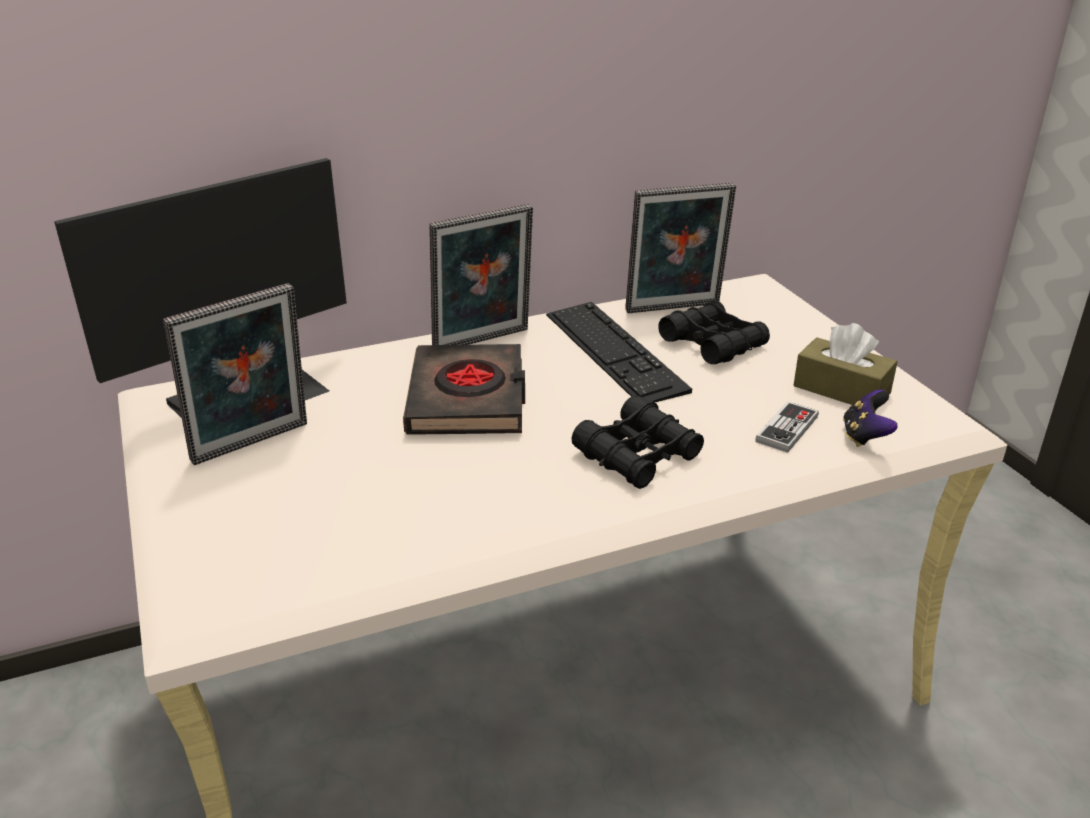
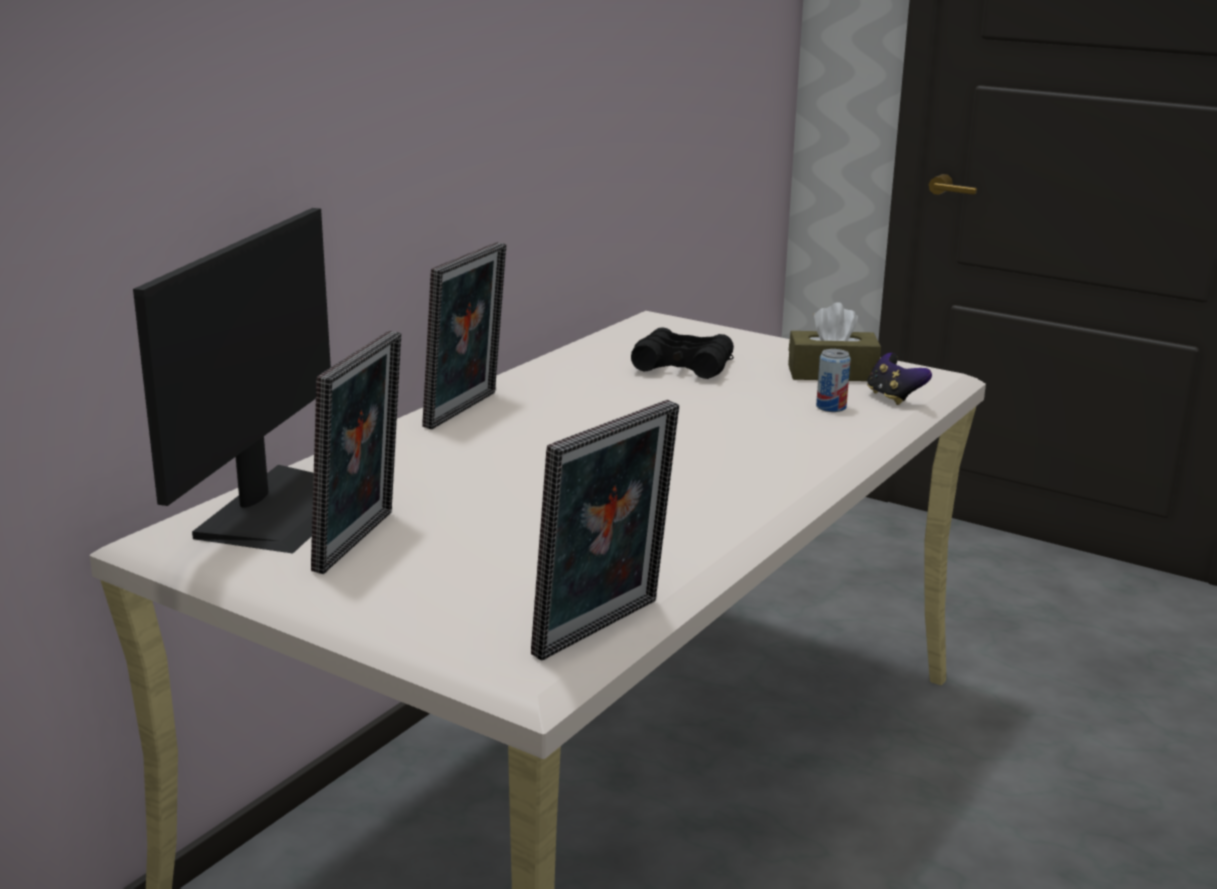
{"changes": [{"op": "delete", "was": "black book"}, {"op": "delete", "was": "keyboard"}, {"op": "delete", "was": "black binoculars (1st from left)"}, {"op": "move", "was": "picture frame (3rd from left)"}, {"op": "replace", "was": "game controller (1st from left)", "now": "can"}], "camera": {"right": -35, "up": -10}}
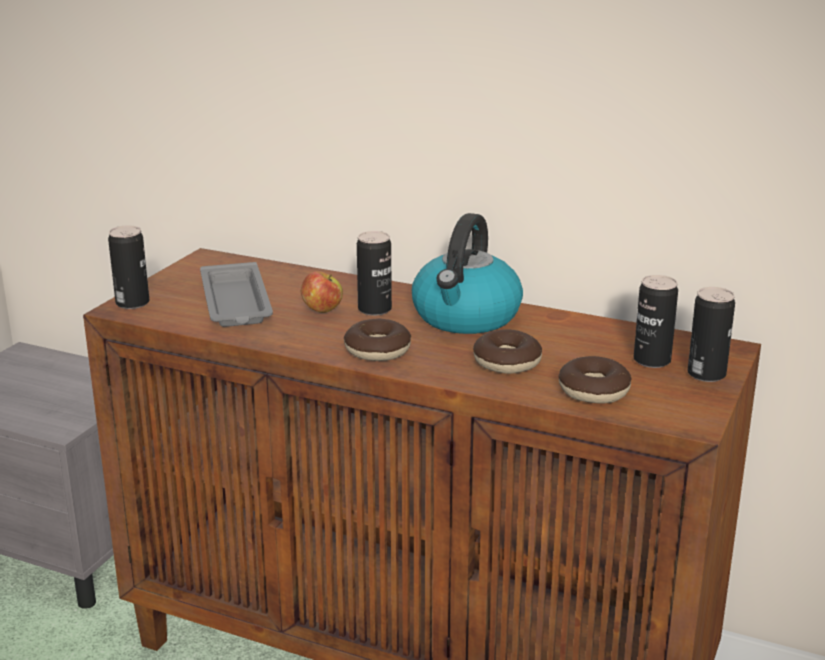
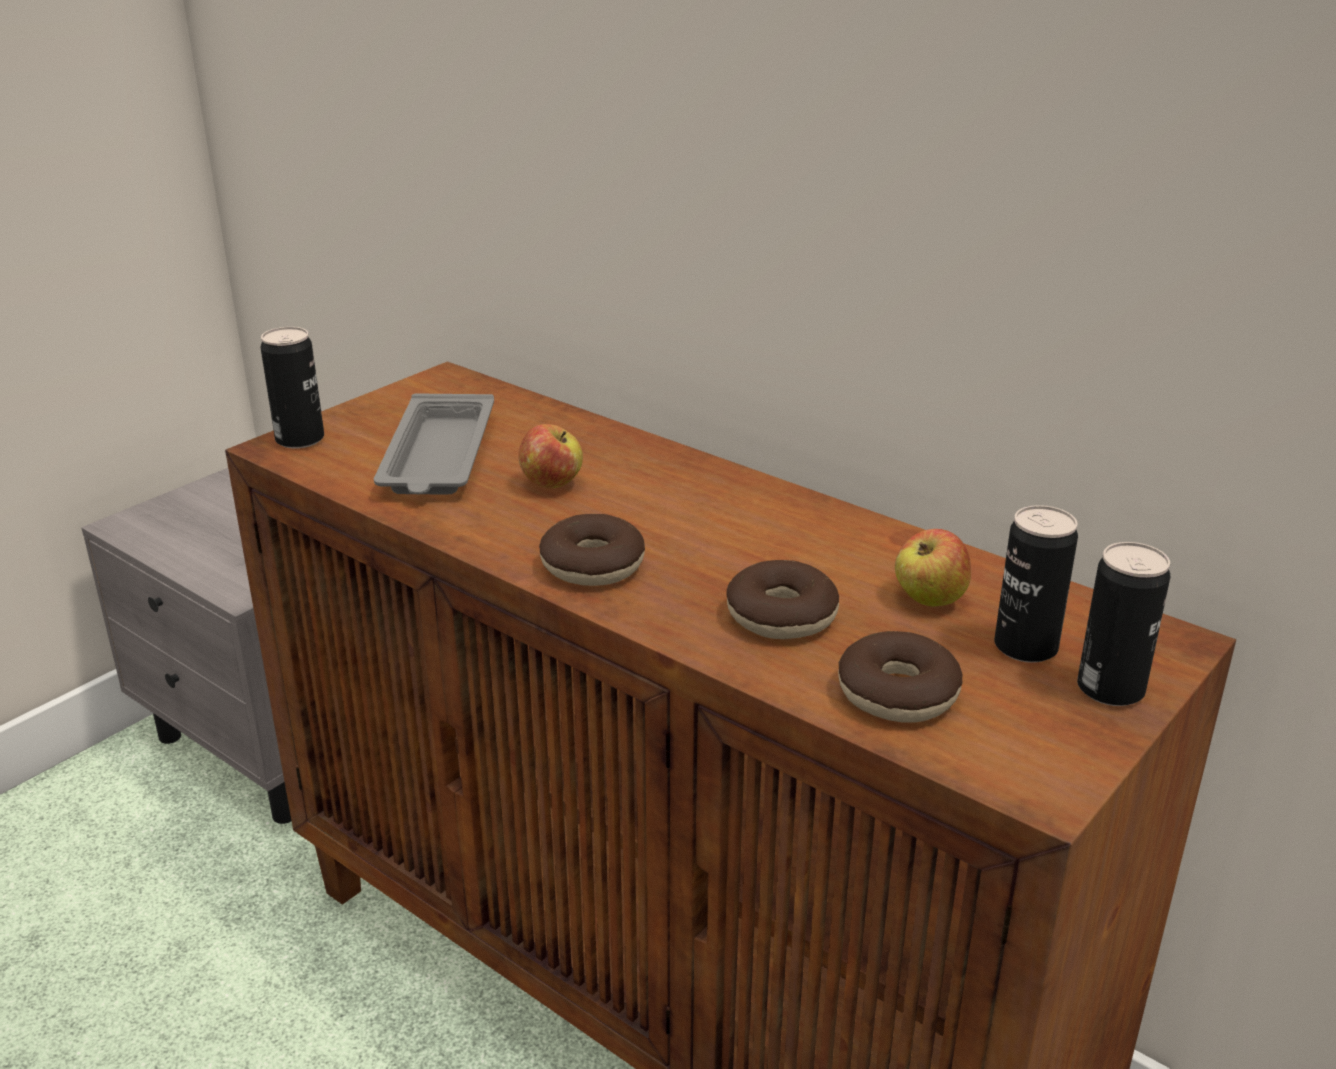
{"changes": [{"op": "delete", "was": "can (2nd from left)"}, {"op": "delete", "was": "kettle"}, {"op": "insert", "now": "apple (2nd from left)"}], "camera": {"right": 15, "up": 5}}
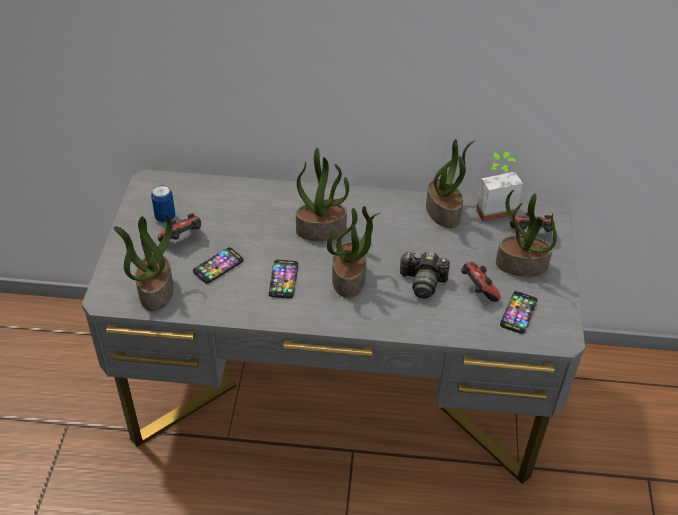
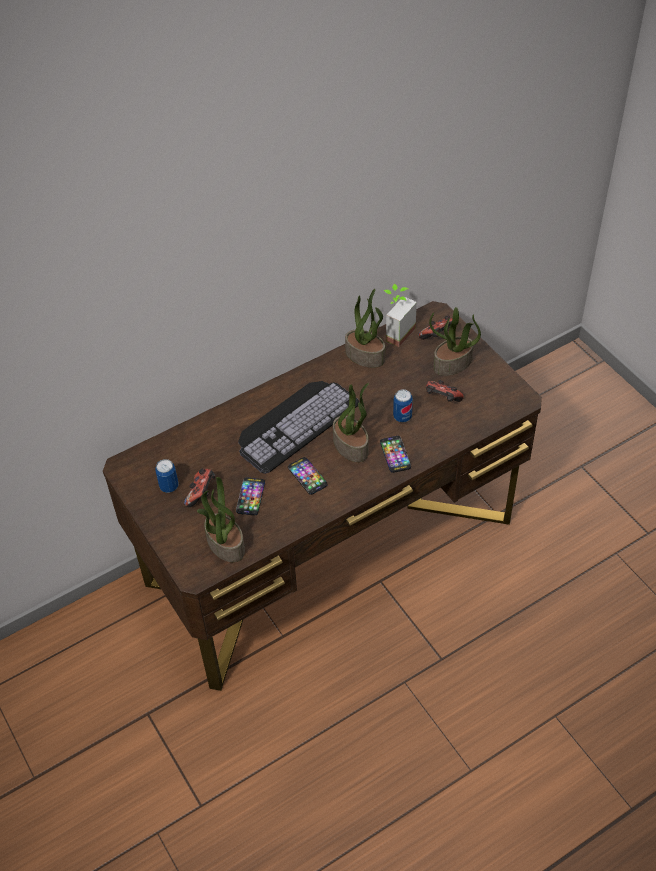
{"changes": [{"op": "recolor", "was": "grey desk", "now": "brown desk"}, {"op": "replace", "was": "potted plant (2nd from left)", "now": "keyboard"}, {"op": "replace", "was": "photo camera", "now": "can (2nd from left)"}, {"op": "move", "was": "phone (3rd from left)"}], "camera": {"right": -35, "up": 5}}
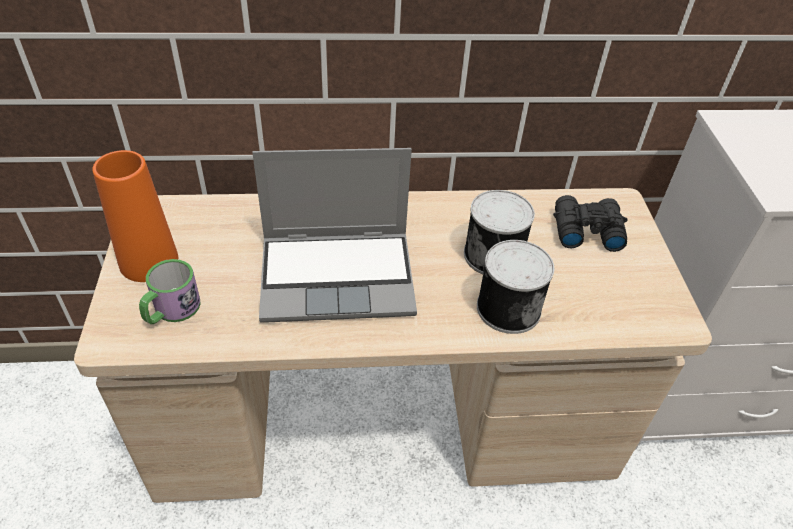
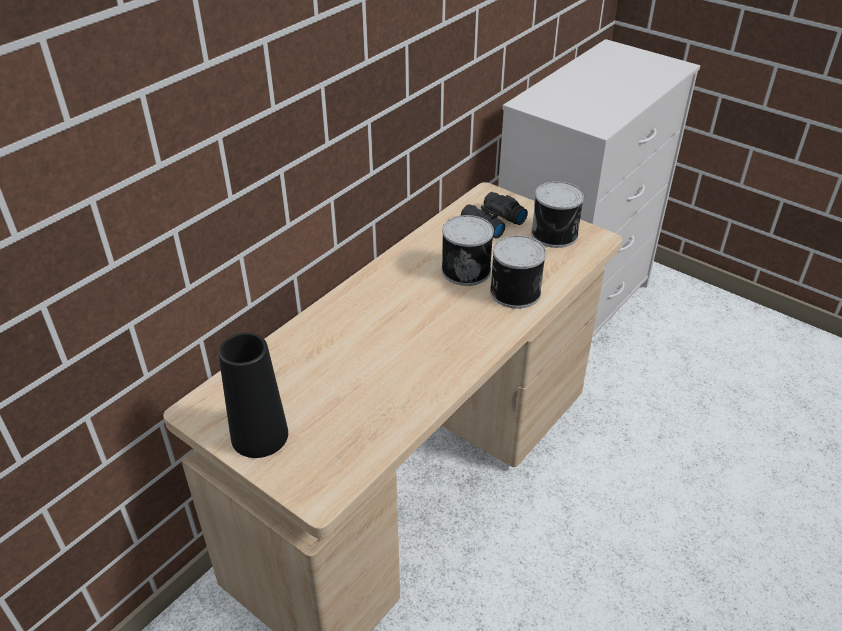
{"changes": [{"op": "recolor", "was": "orange vase", "now": "black vase"}, {"op": "delete", "was": "mug"}, {"op": "delete", "was": "laptop"}, {"op": "insert", "now": "can (3rd from left)"}], "camera": {"right": -45, "up": -5}}
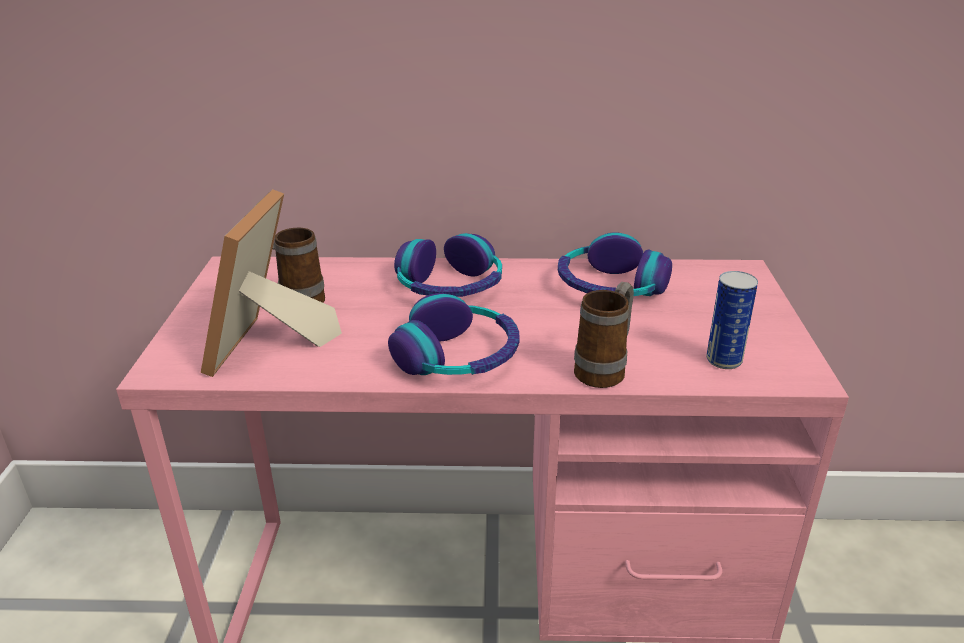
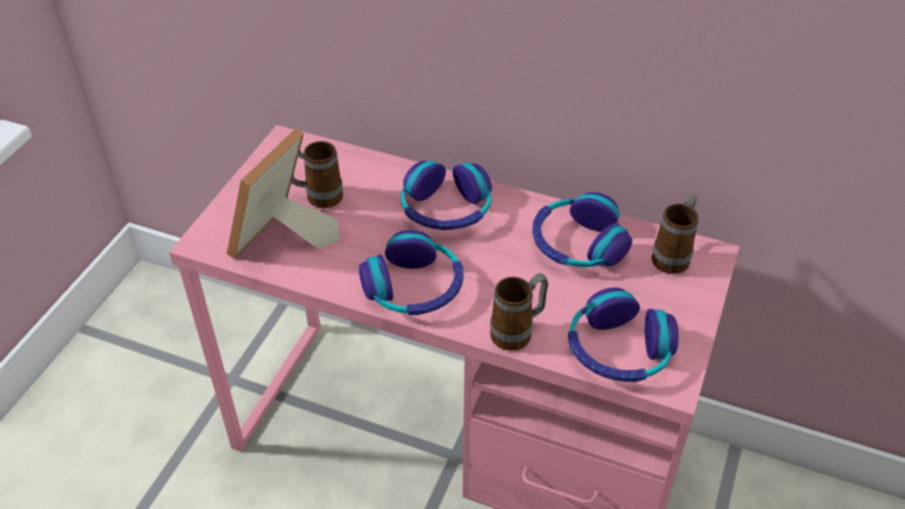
{"changes": [{"op": "replace", "was": "can", "now": "headphones (4th from left)"}, {"op": "insert", "now": "mug (3rd from left)"}], "camera": {"right": 20, "up": 15}}
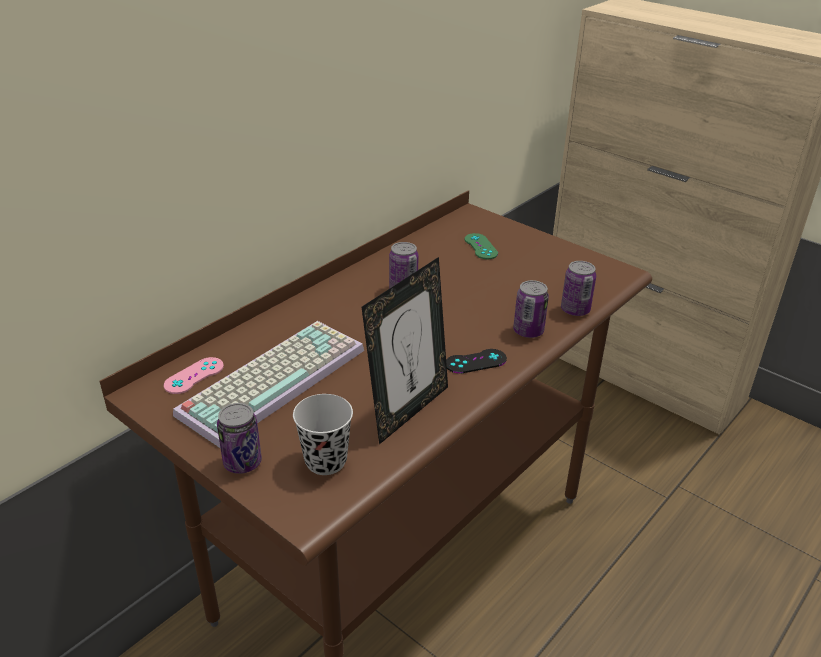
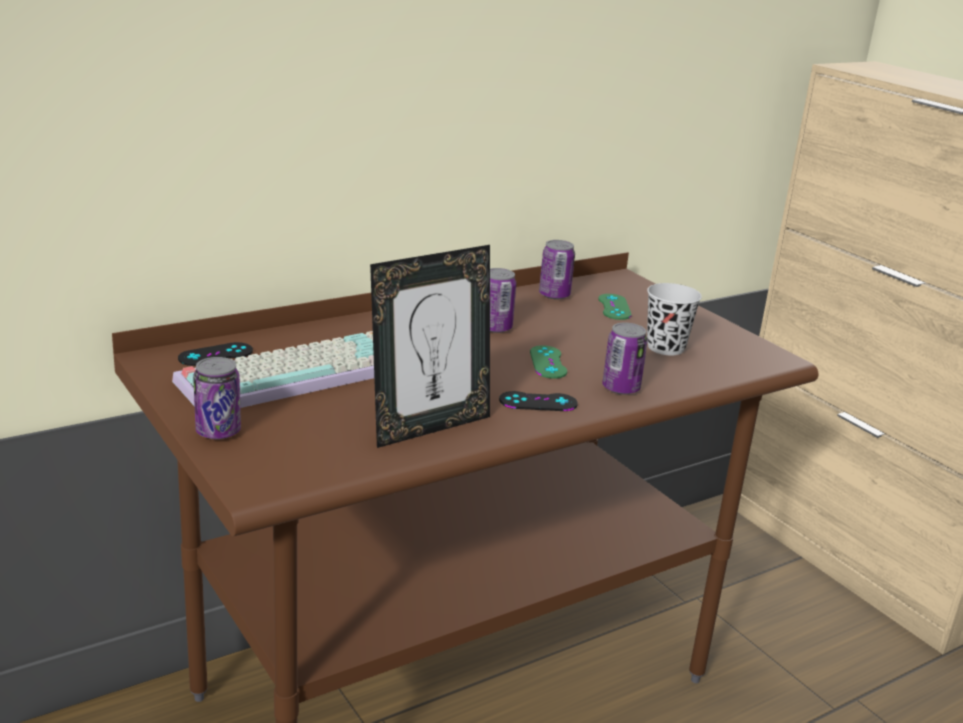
{"changes": [{"op": "recolor", "was": "pink game controller", "now": "black game controller (1st from left)"}, {"op": "move", "was": "black cup"}, {"op": "move", "was": "can (4th from left in the first image)", "now": "can (3rd from left)"}, {"op": "insert", "now": "green game controller (1st from left)"}], "camera": {"right": 15, "up": -10}}
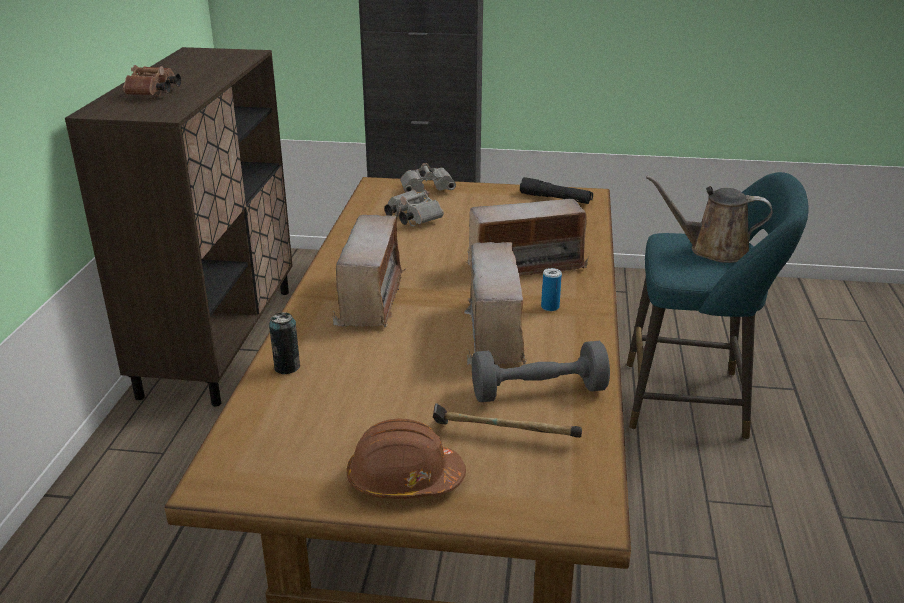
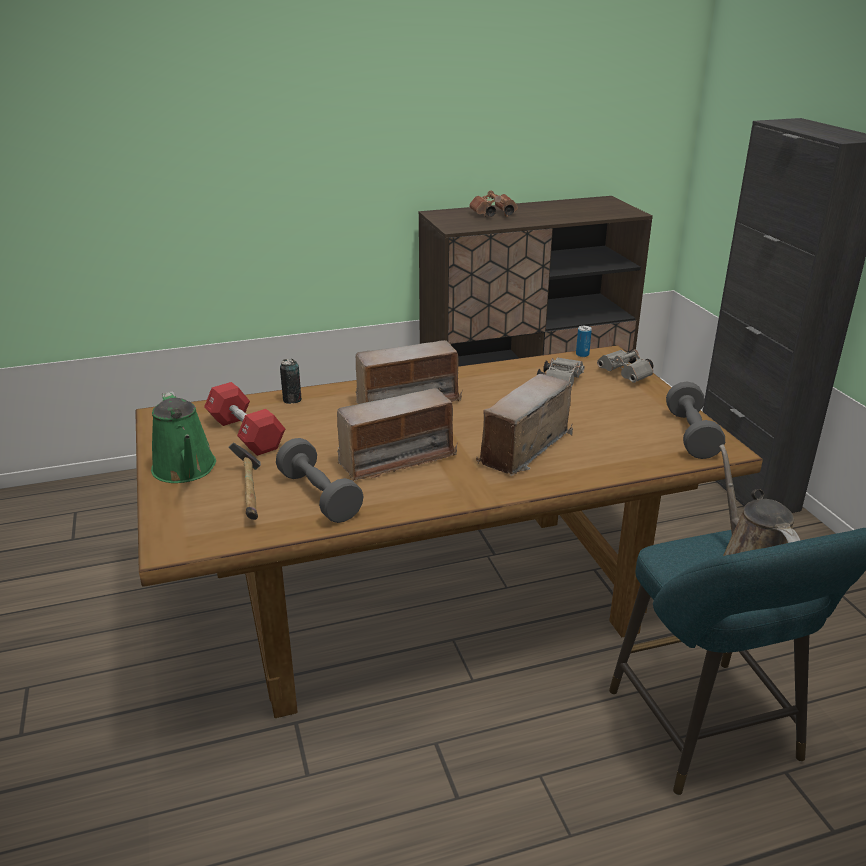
{"changes": [{"op": "replace", "was": "brown hard hat", "now": "green watering can"}, {"op": "rotate", "was": "radio (3rd from left)", "clockwise": 75}, {"op": "replace", "was": "black flashlight", "now": "grey dumbbell (2nd from left)"}, {"op": "move", "was": "can (2nd from left)"}, {"op": "insert", "now": "red dumbbell"}], "camera": {"right": 65, "up": 0}}
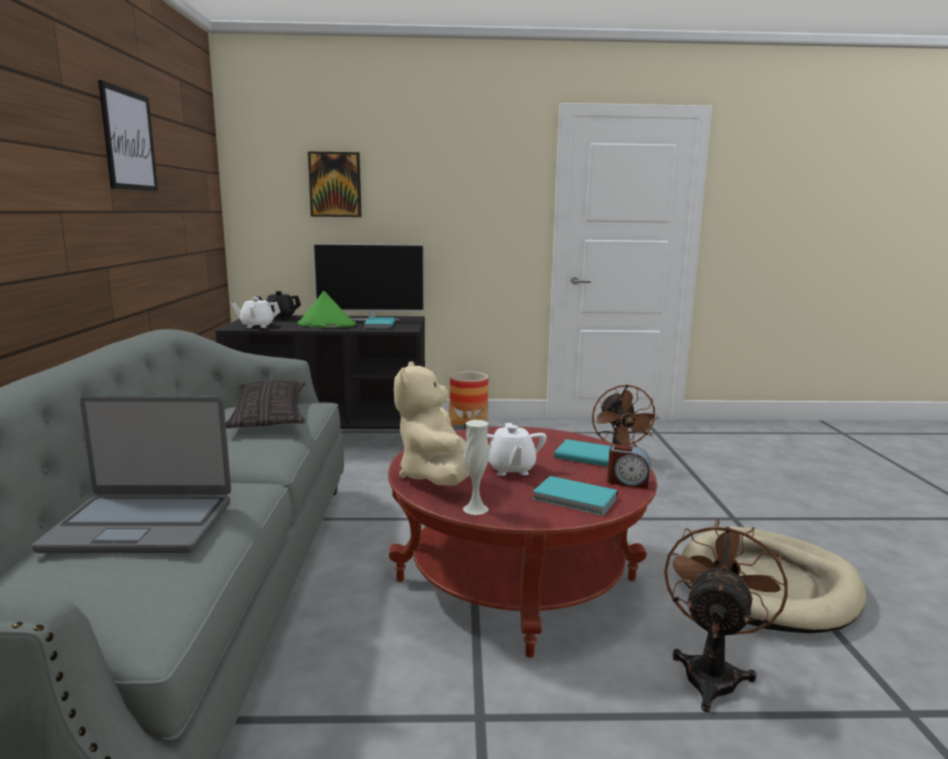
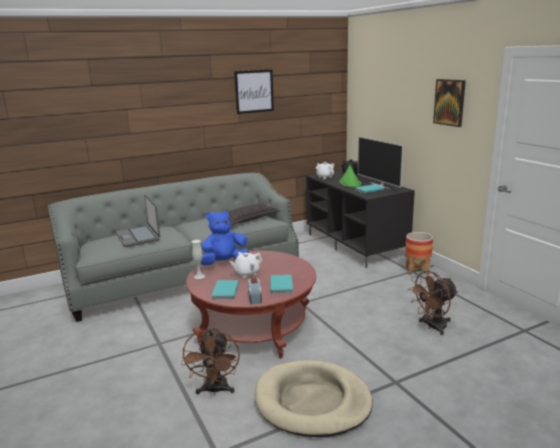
{"changes": [{"op": "move", "was": "picture (2nd from left)"}, {"op": "recolor", "was": "beige plush toy", "now": "blue plush toy"}, {"op": "rotate", "was": "brown fan (2nd from left in the first image)", "clockwise": 90}], "camera": {"right": 65, "up": 5}}
